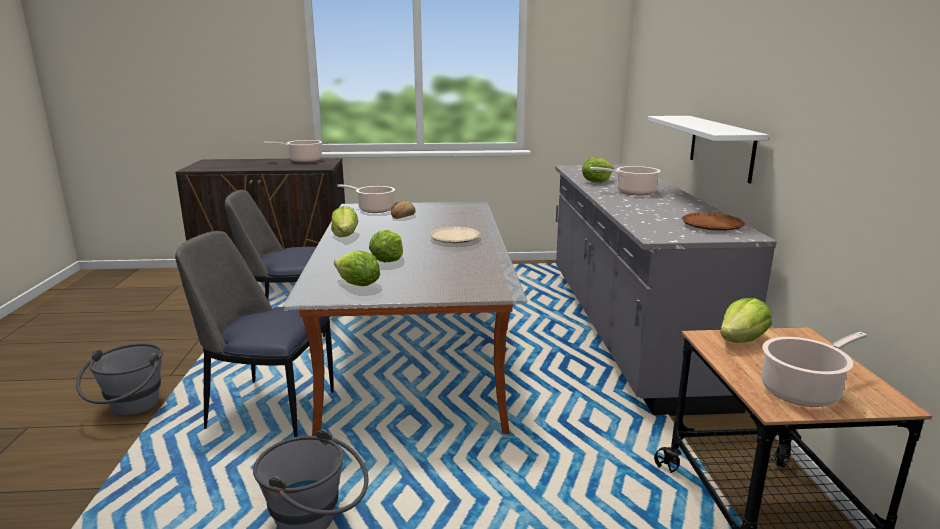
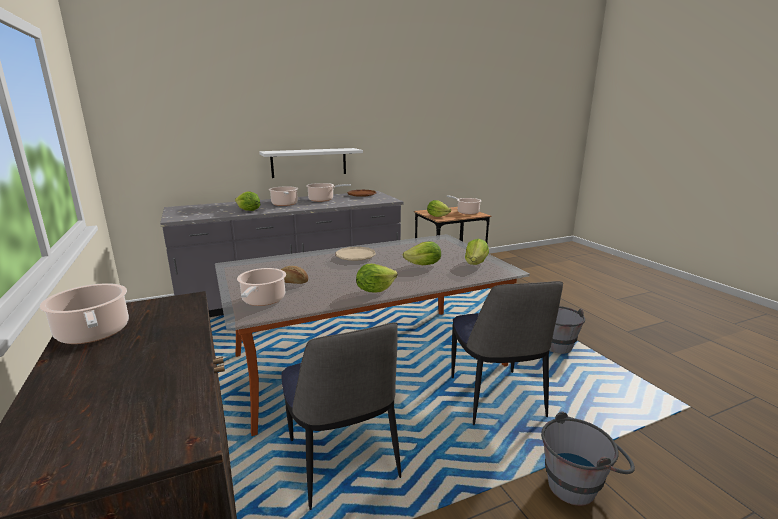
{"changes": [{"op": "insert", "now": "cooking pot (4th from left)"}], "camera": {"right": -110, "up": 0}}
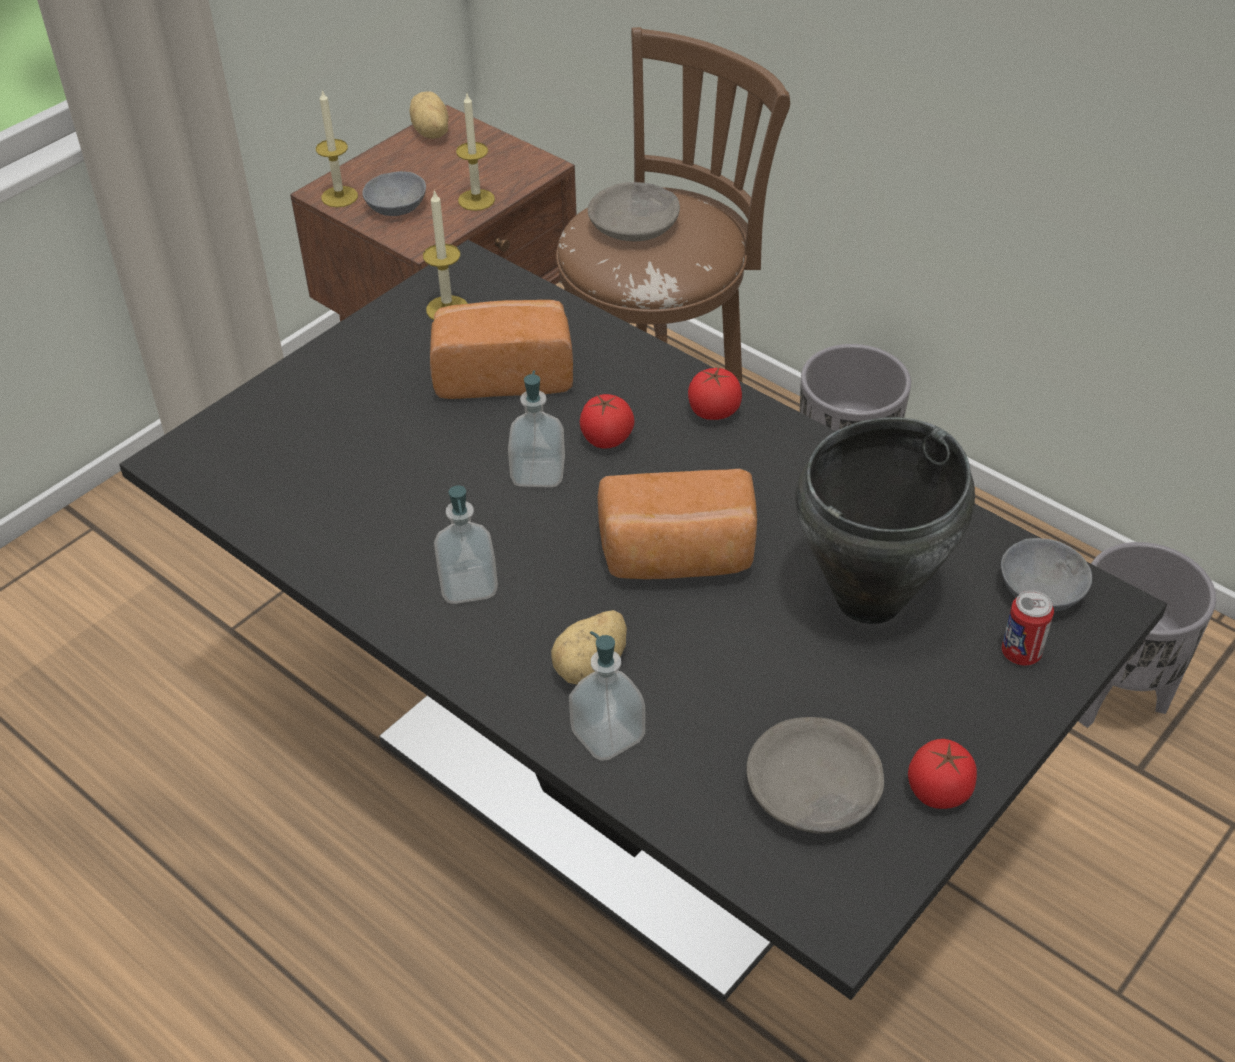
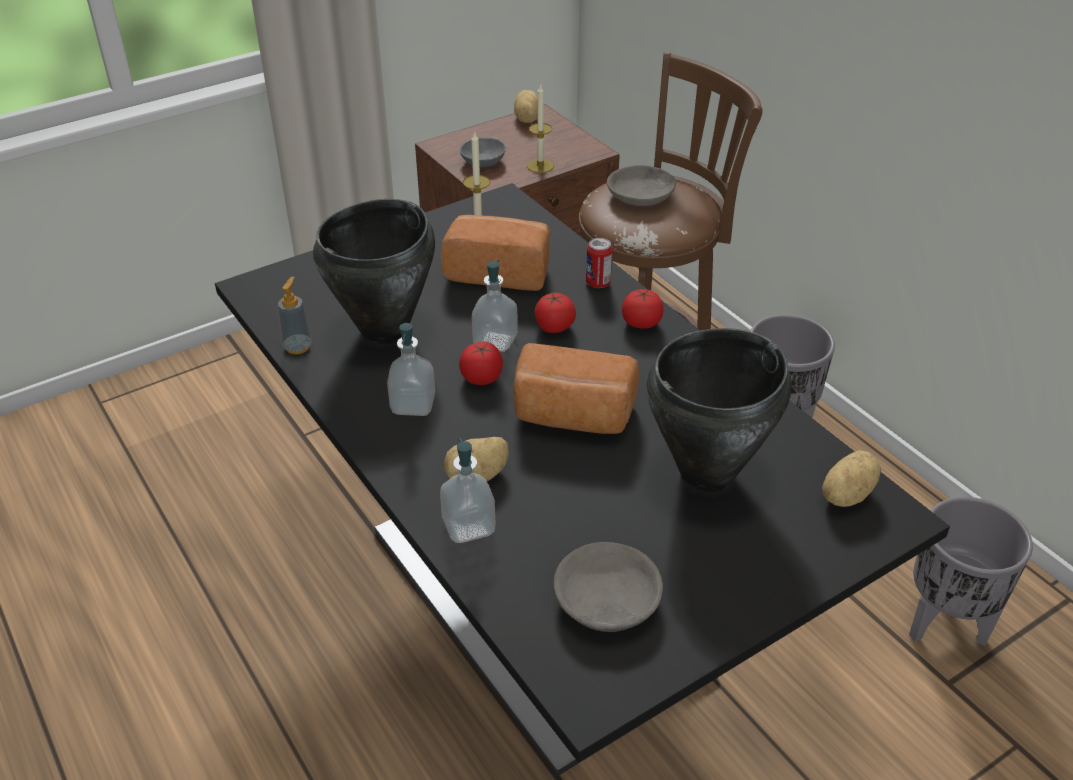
{"changes": [{"op": "delete", "was": "candle (1st from left)"}, {"op": "move", "was": "tomato (3rd from left in the first image)", "now": "tomato (1st from left)"}, {"op": "replace", "was": "grey bowl (4th from left)", "now": "potato (3rd from left)"}, {"op": "move", "was": "can"}, {"op": "insert", "now": "soap dispenser (1st from left)"}, {"op": "insert", "now": "black cooking pot (1st from left)"}], "camera": {"right": 15, "up": -5}}
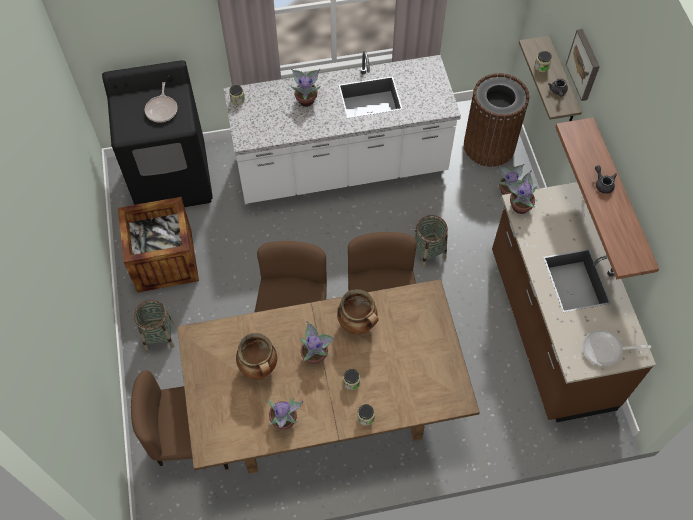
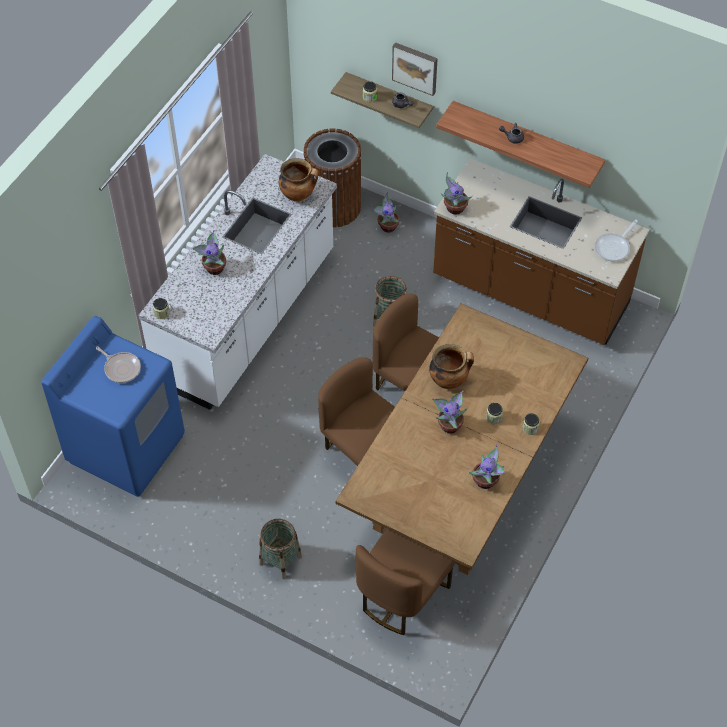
{"changes": [{"op": "recolor", "was": "black washing machine", "now": "blue washing machine"}, {"op": "delete", "was": "crate"}, {"op": "move", "was": "cooking pot (1st from left)"}], "camera": {"right": -50, "up": -5}}
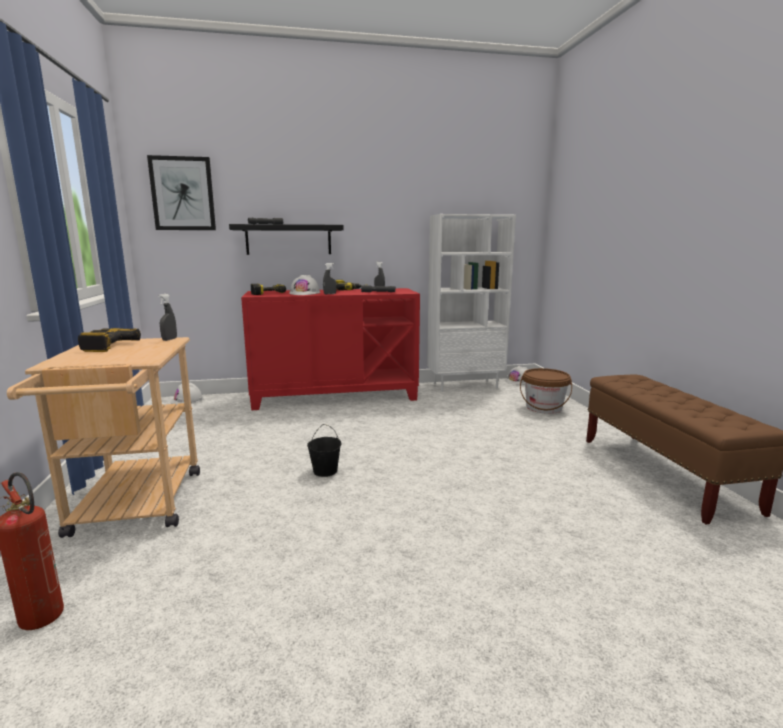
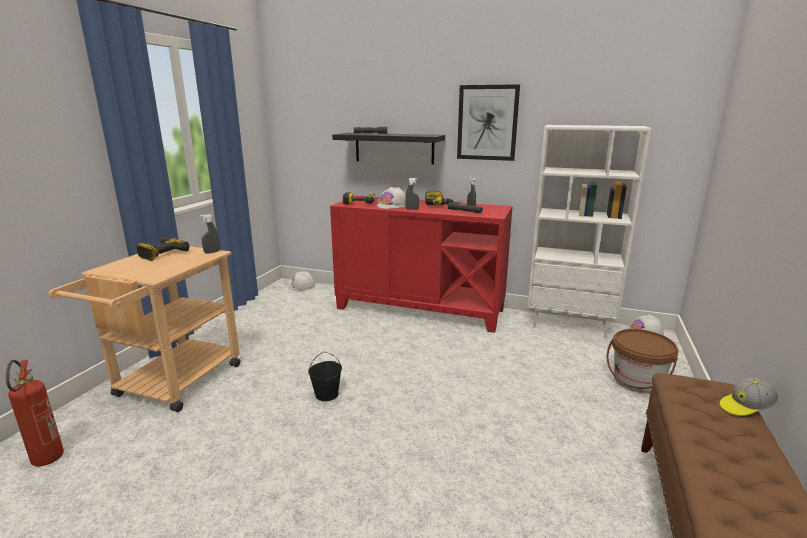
{"changes": [{"op": "move", "was": "picture"}, {"op": "insert", "now": "cap"}], "camera": {"right": 30, "up": 5}}
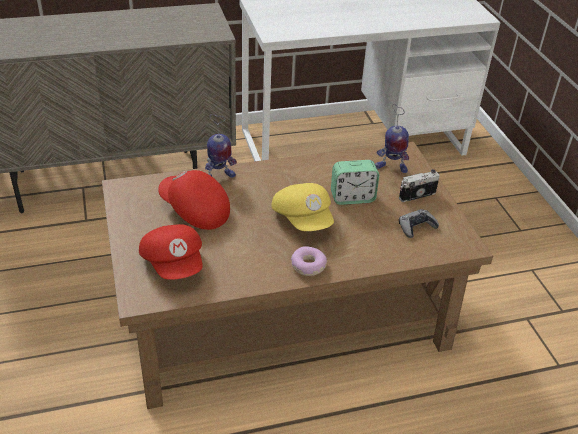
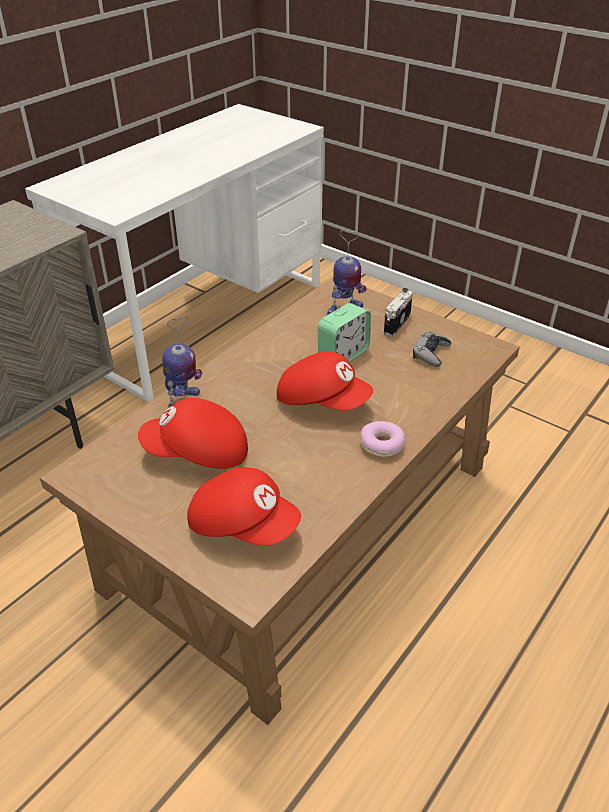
{"changes": [{"op": "recolor", "was": "yellow cap", "now": "red cap (3rd from left)"}], "camera": {"right": -35, "up": 0}}
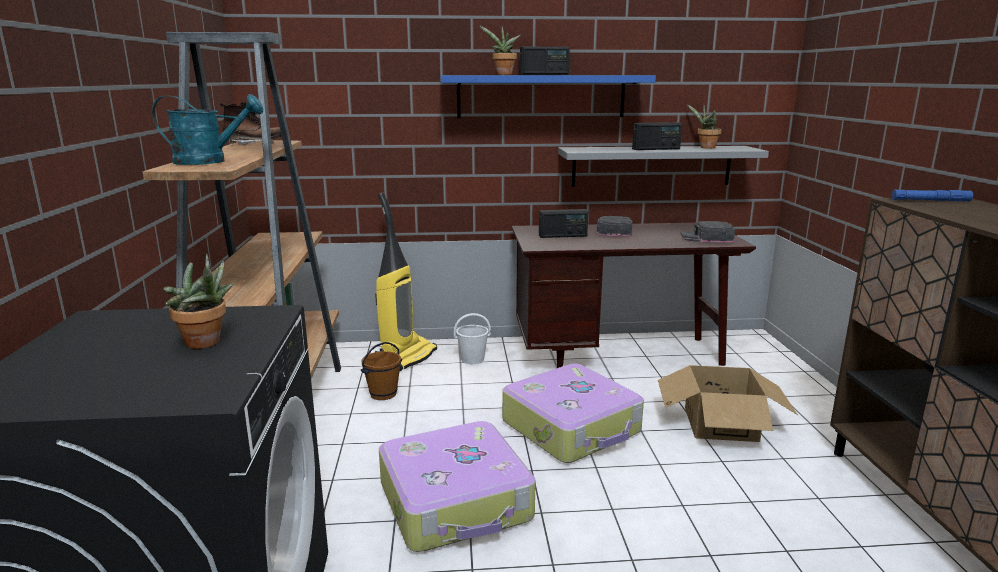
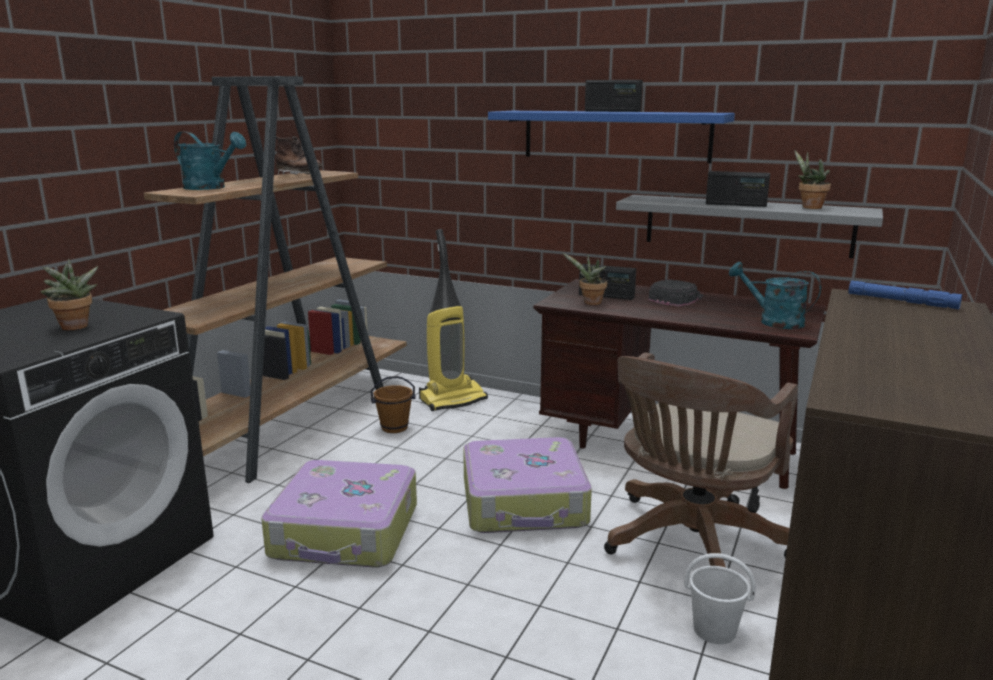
{"changes": [{"op": "move", "was": "white bucket"}, {"op": "move", "was": "potted plant (2nd from left)"}, {"op": "replace", "was": "cardboard box", "now": "brown office chair"}, {"op": "replace", "was": "black cap (2nd from left)", "now": "turquoise watering can (2nd from left)"}], "camera": {"right": 30, "up": 0}}
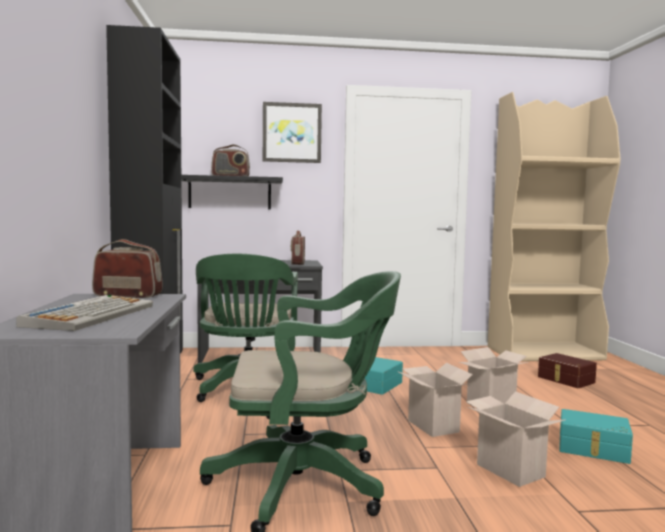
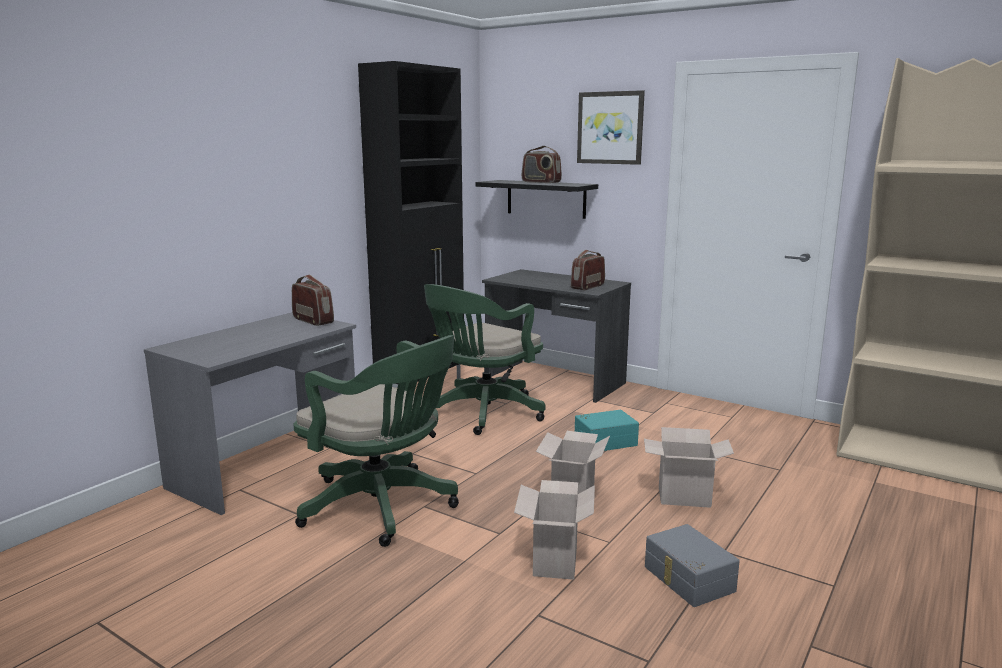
{"changes": [{"op": "delete", "was": "keyboard"}, {"op": "delete", "was": "brown storage box"}, {"op": "recolor", "was": "turquoise storage box (2nd from left)", "now": "grey storage box"}], "camera": {"right": 40, "up": 10}}
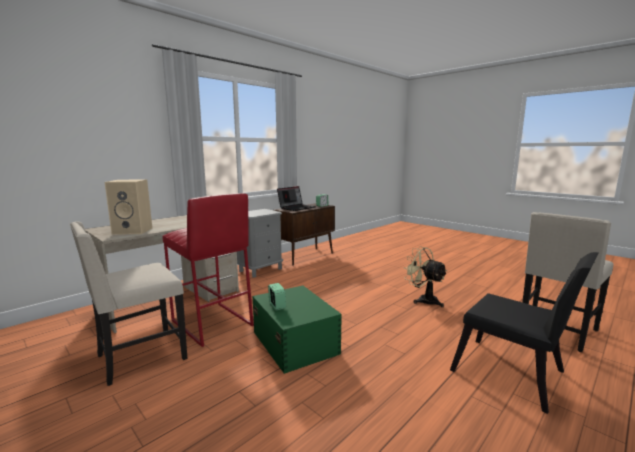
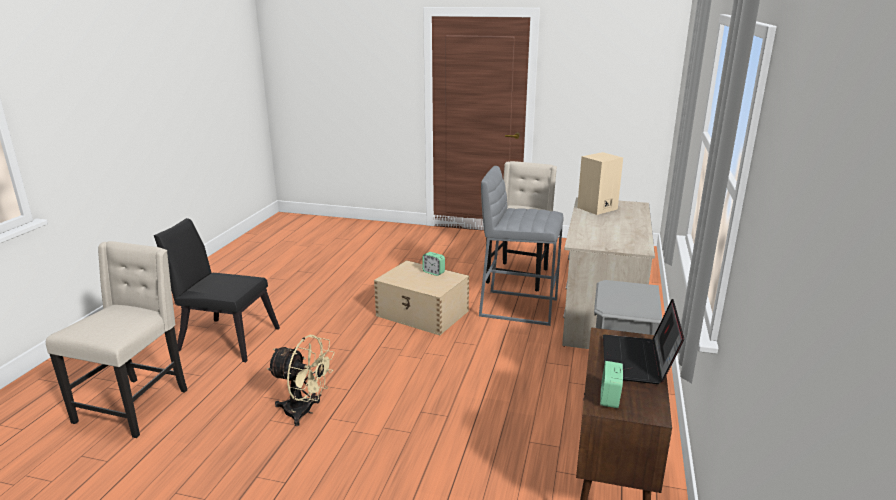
{"changes": [{"op": "recolor", "was": "red stool", "now": "grey stool"}, {"op": "recolor", "was": "green storage box", "now": "beige storage box"}], "camera": {"right": 150, "up": 10}}
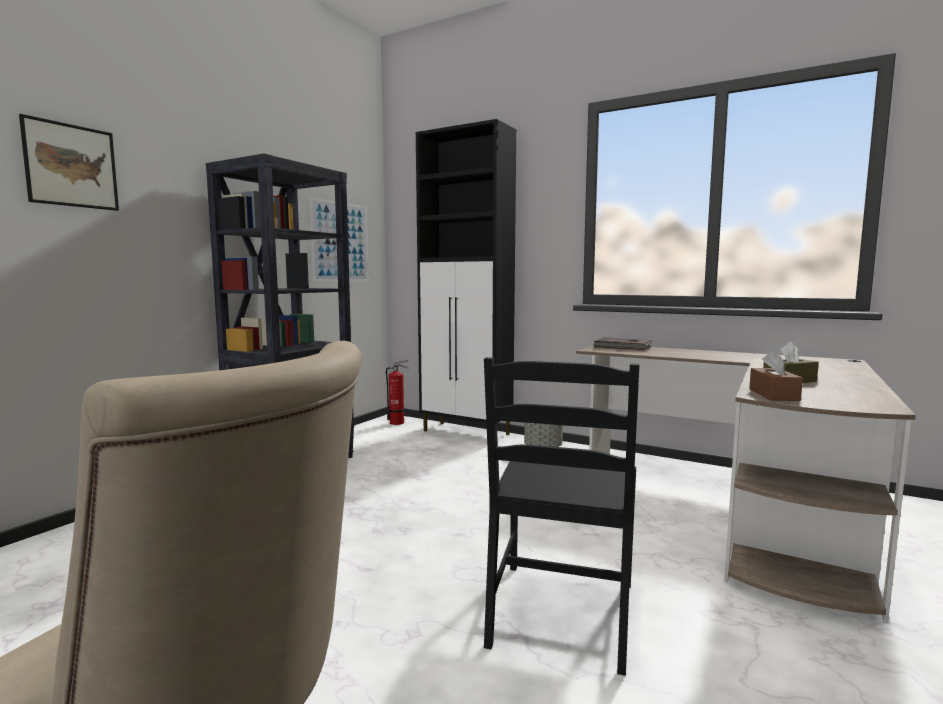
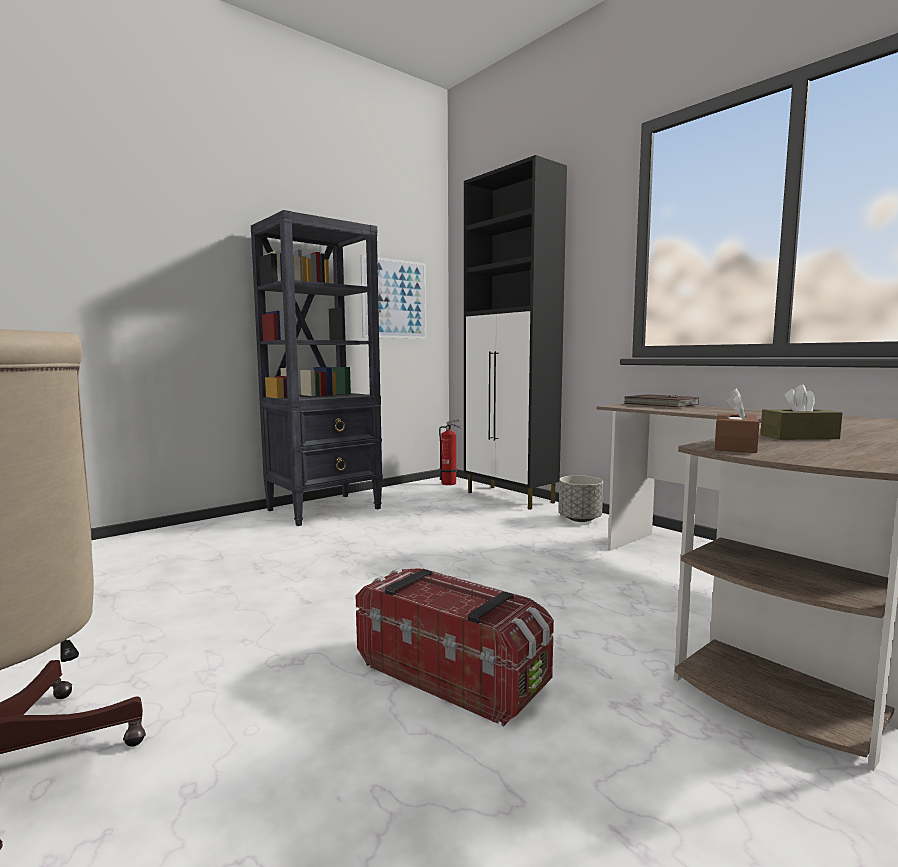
{"changes": [{"op": "delete", "was": "picture (1st from left)"}, {"op": "replace", "was": "black chair", "now": "storage box"}], "camera": {"right": 20, "up": 0}}
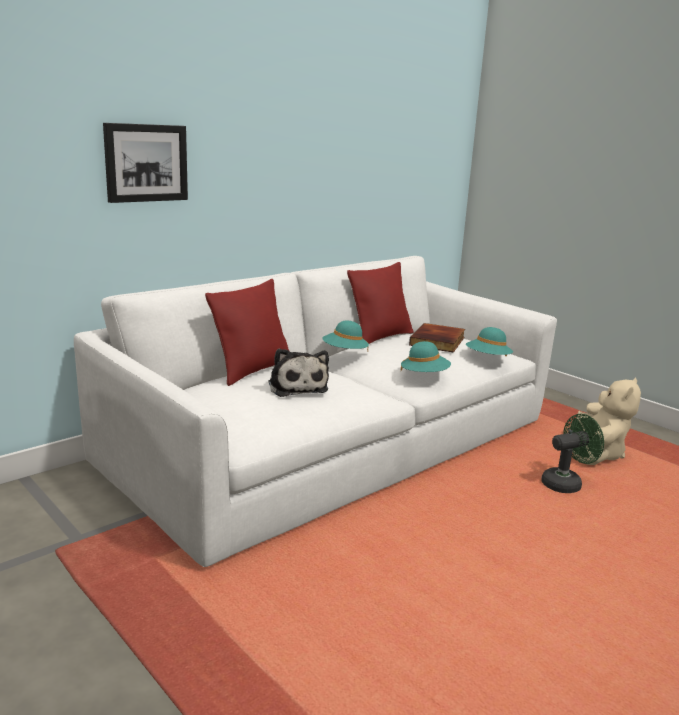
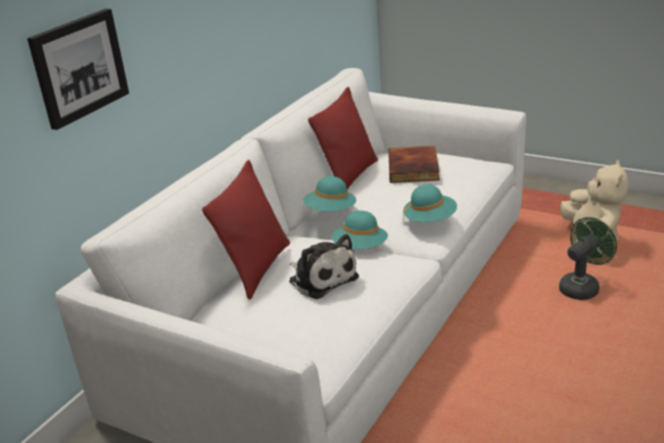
{"changes": [{"op": "move", "was": "turquoise hat (3rd from left in the first image)", "now": "turquoise hat (2nd from left)"}], "camera": {"right": -15, "up": 10}}
